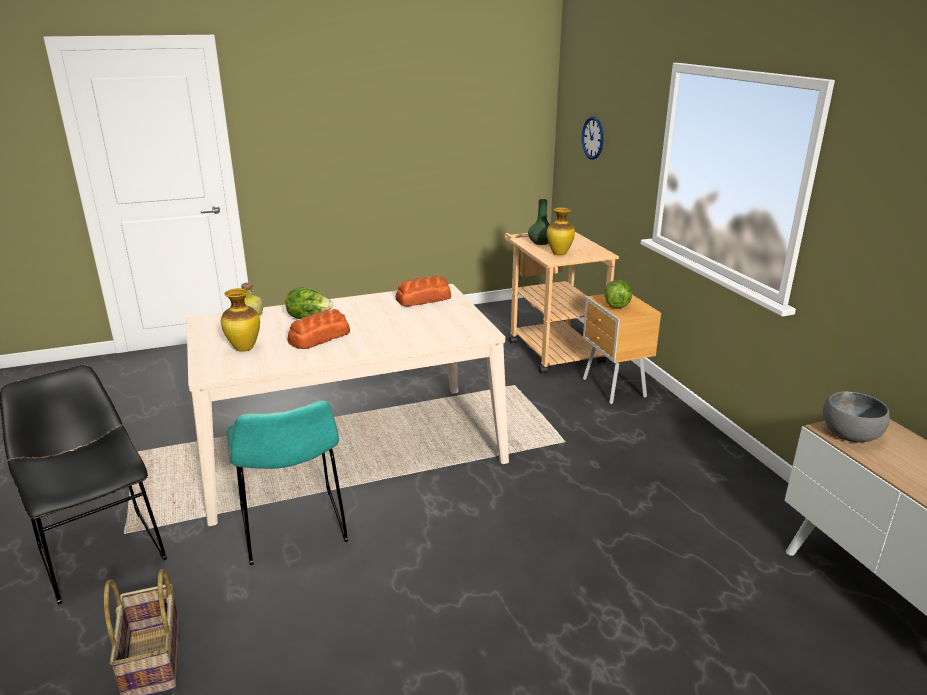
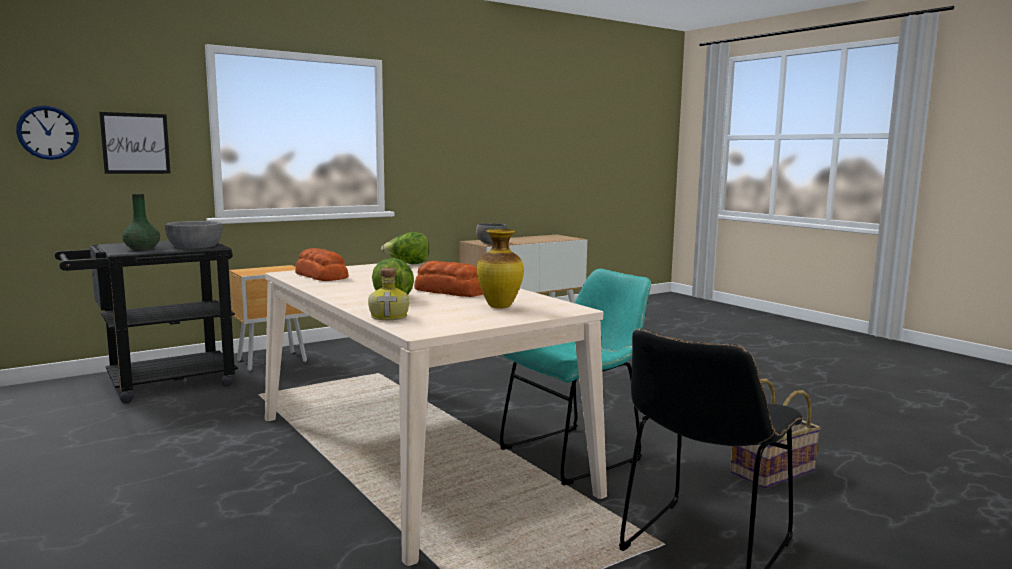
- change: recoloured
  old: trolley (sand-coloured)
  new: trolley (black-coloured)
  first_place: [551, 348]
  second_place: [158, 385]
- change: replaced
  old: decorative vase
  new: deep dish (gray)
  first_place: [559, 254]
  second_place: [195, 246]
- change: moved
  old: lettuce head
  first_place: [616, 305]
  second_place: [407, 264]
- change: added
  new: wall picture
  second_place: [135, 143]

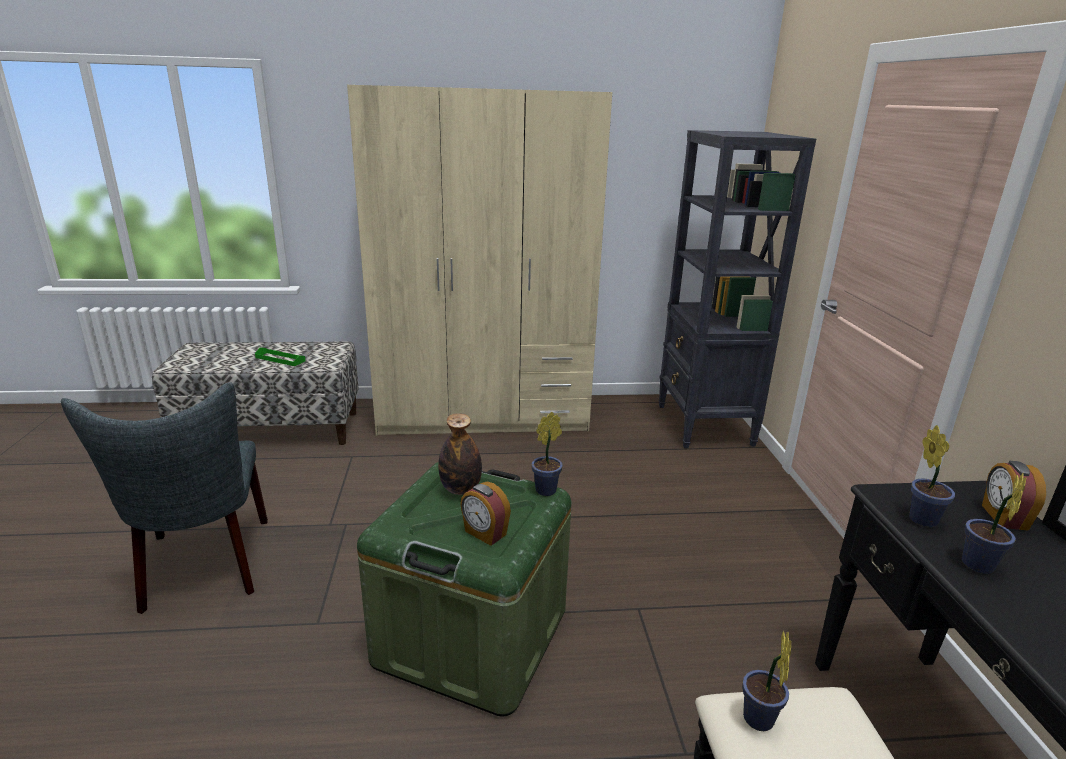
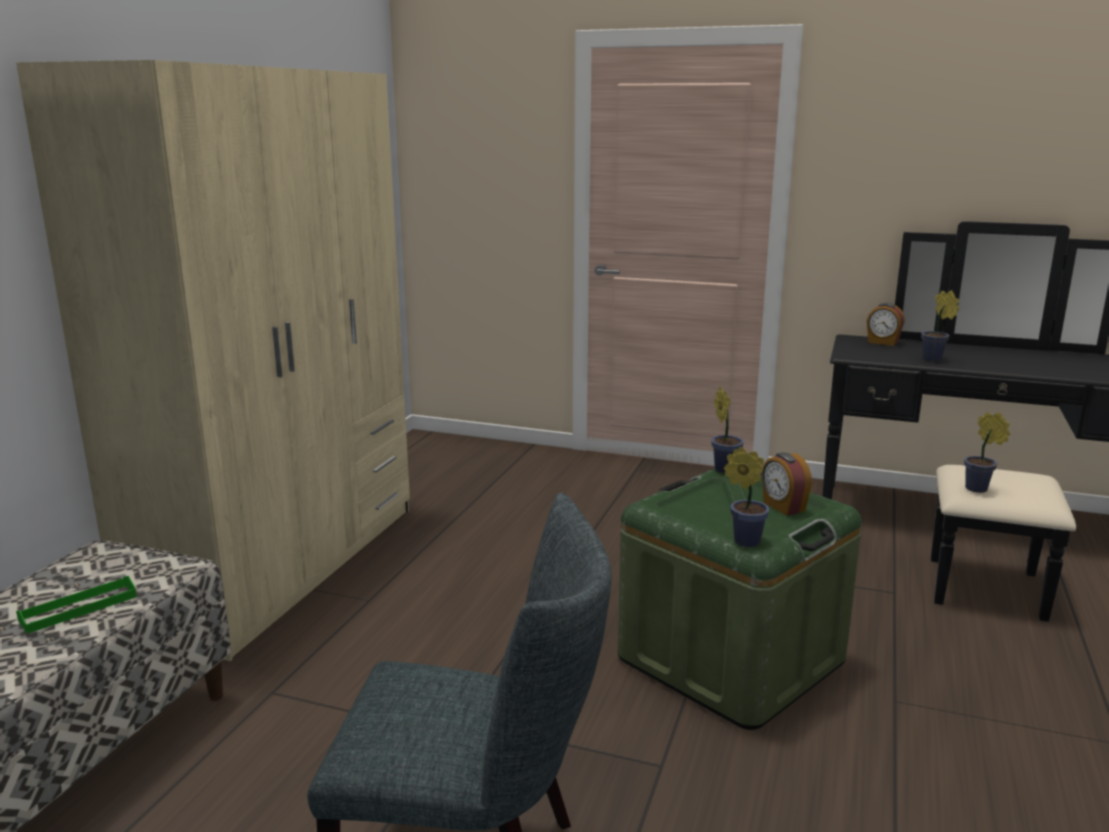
- change: removed
  old: beverage bottle
  first_place: [460, 489]
- change: turned
  old: alarm clock
  first_place: [485, 533]
  second_place: [783, 507]
  degrees: 90
- change: removed
  old: bookshelf (black-coloured)
  first_place: [704, 425]
- change: moved
  old: plant in a pot
  first_place: [921, 518]
  second_place: [743, 541]

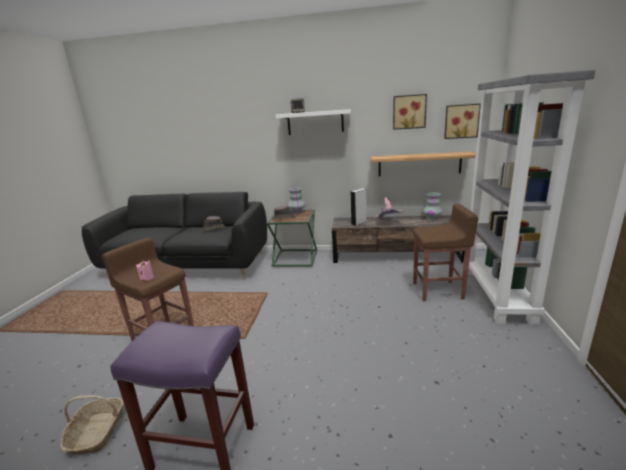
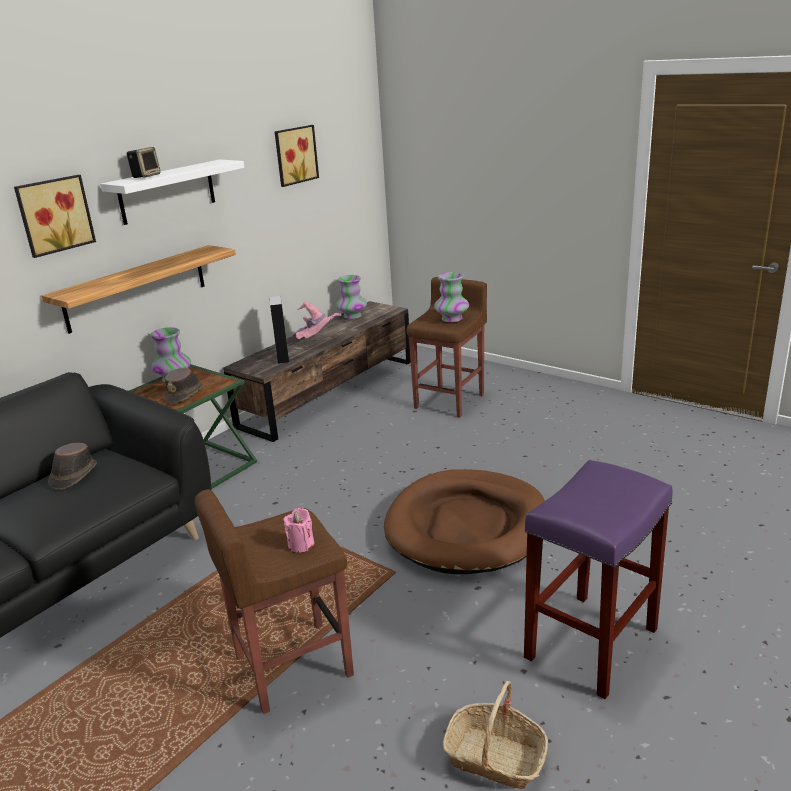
- change: moved
  old: wall shelf
  first_place: [419, 164]
  second_place: [136, 288]
- change: moved
  old: wall picture
  first_place: [461, 121]
  second_place: [54, 215]
- change: removed
  old: bookshelf (gray)
  first_place: [497, 294]
- change: added
  new: pet bed (brown)
  second_place: [467, 526]
- change: added
  new: decorative vase
  second_place: [451, 319]

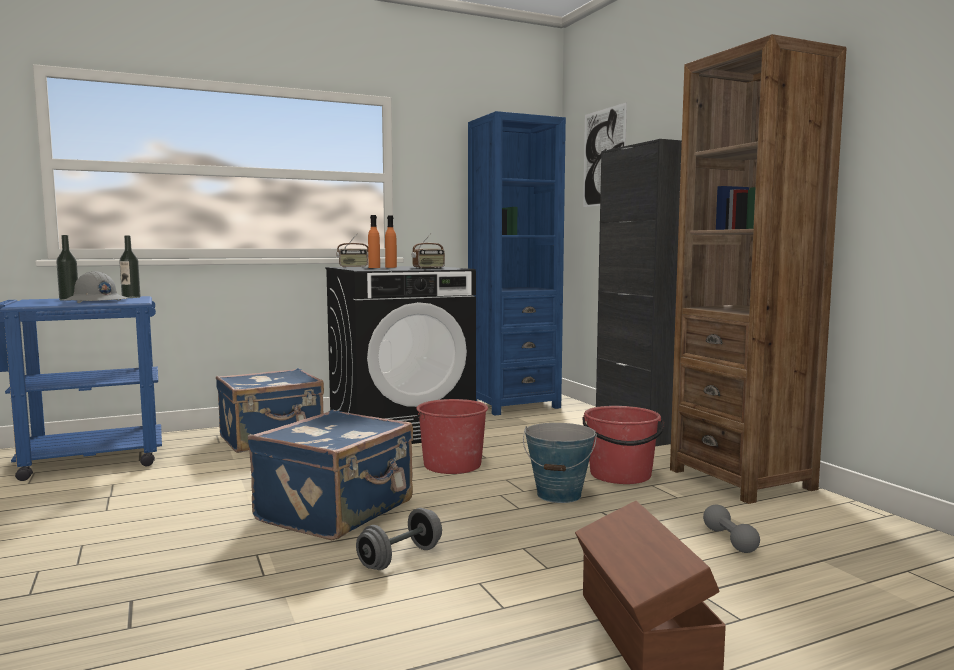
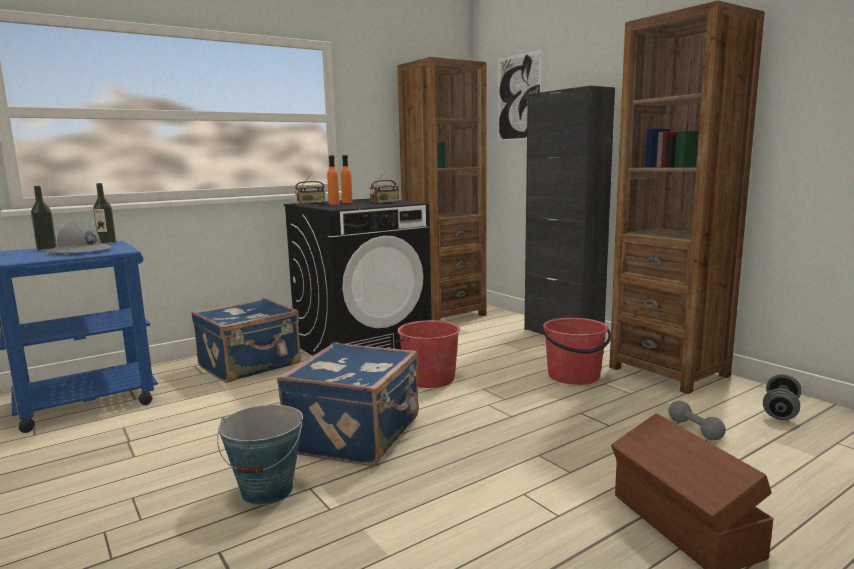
- change: moved
  old: hand weight (gray)
  first_place: [400, 558]
  second_place: [780, 410]
- change: recoloured
  old: bookshelf (blue-coloured)
  new: bookshelf (brown)
  first_place: [513, 405]
  second_place: [445, 315]
- change: moved
  old: bucket
  first_place: [559, 495]
  second_place: [267, 490]

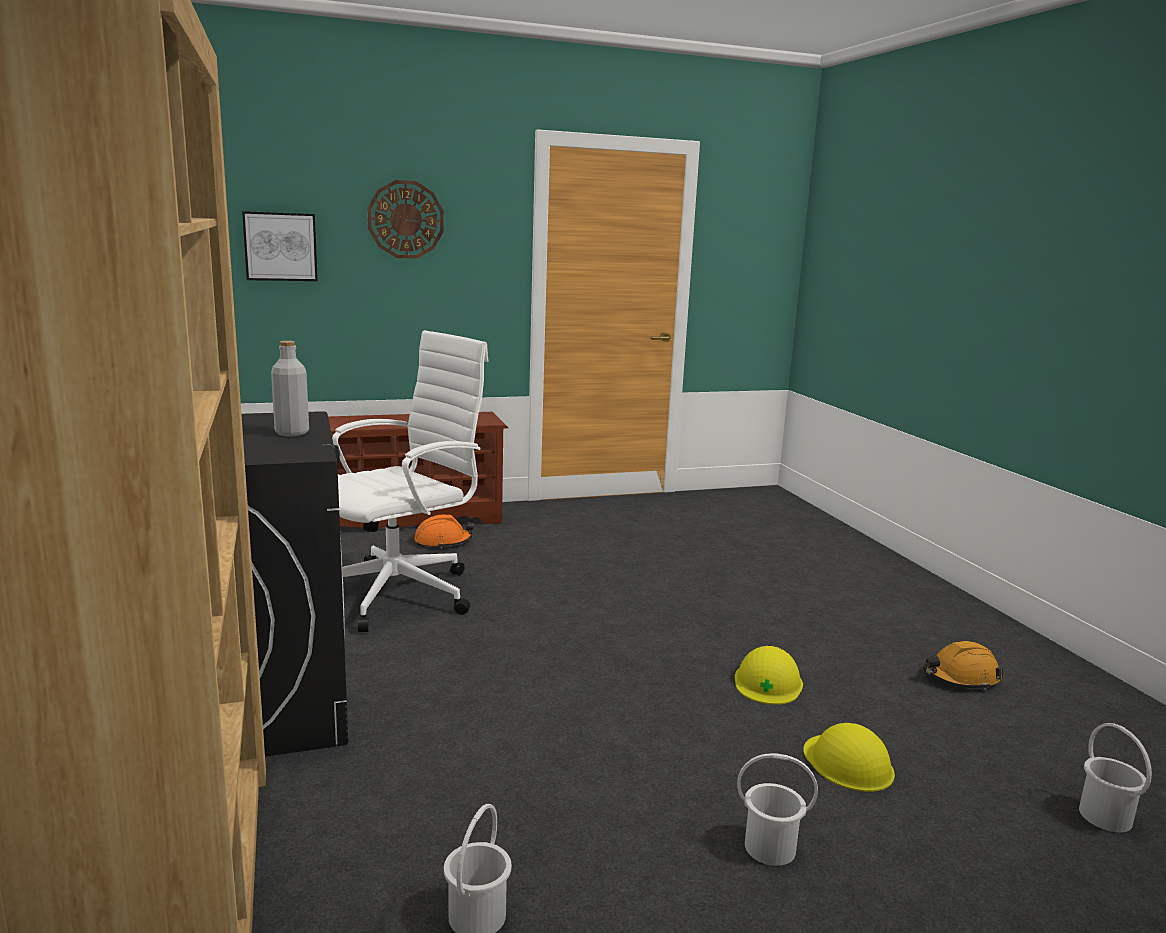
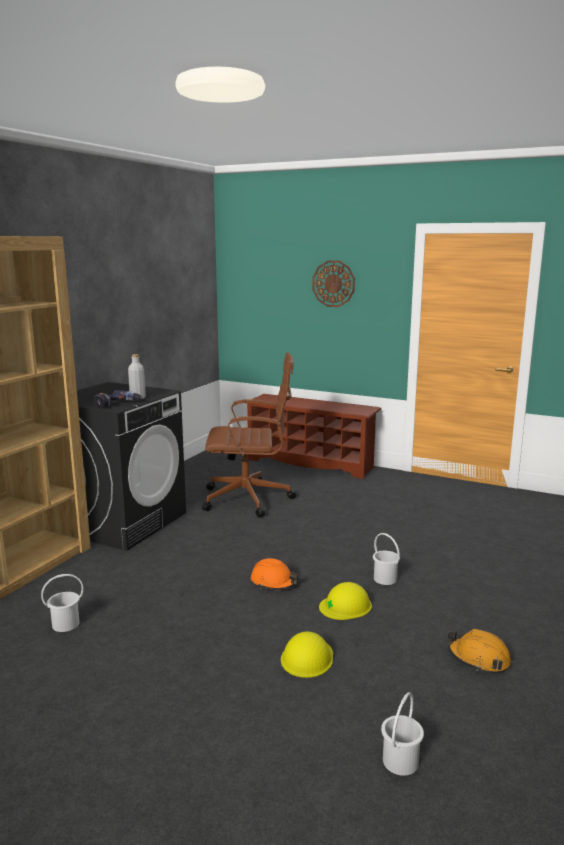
- change: removed
  old: wall picture
  first_place: [280, 246]
- change: recoloured
  old: desk chair (white)
  new: desk chair (brown)
  first_place: [400, 593]
  second_place: [250, 499]
- change: moved
  old: work helmet (orange)
  first_place: [443, 542]
  second_place: [274, 582]
- change: moved
  old: bucket (white)
  first_place: [769, 847]
  second_place: [385, 578]
- change: added
  new: electric drill
  second_place: [117, 405]

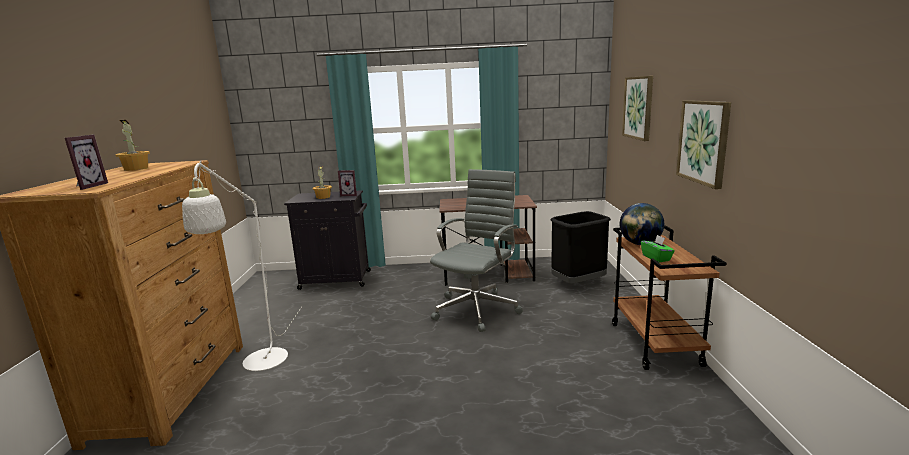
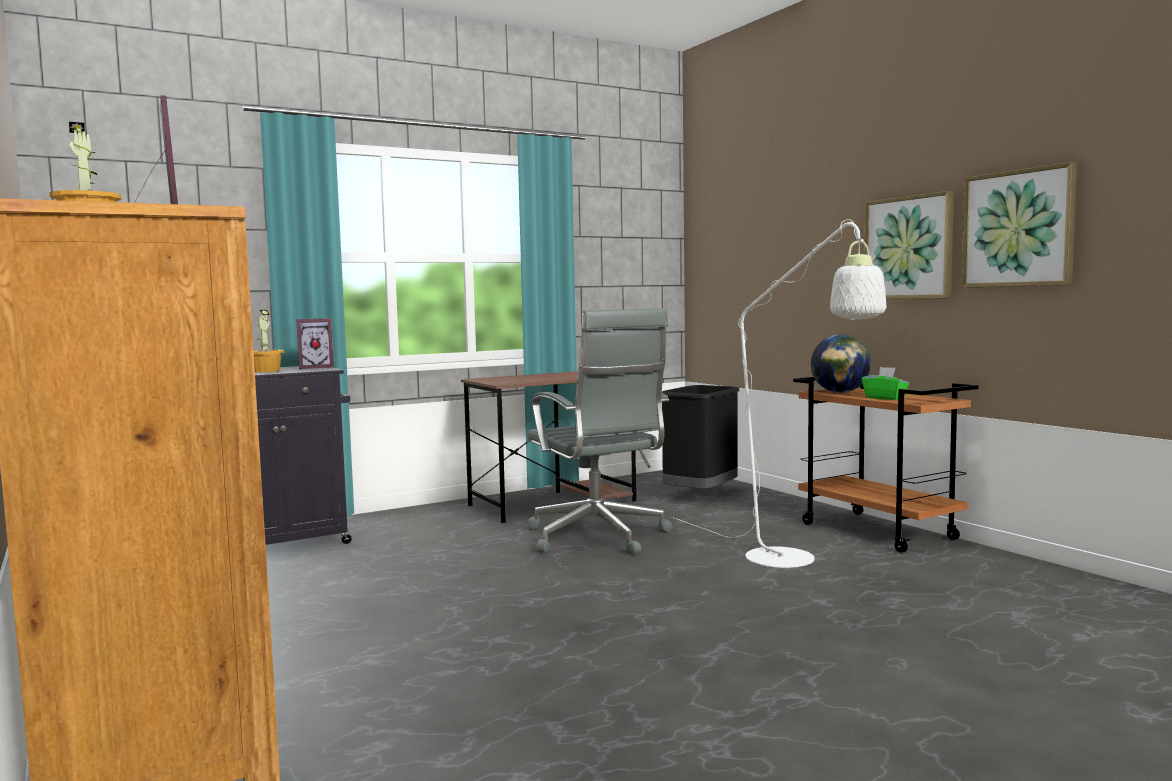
- change: moved
  old: standing lamp (white)
  first_place: [261, 365]
  second_place: [793, 561]
- change: turned
  old: desk chair (gray)
  first_place: [478, 309]
  second_place: [598, 537]
  degrees: 150
- change: moved
  old: wall picture
  first_place: [638, 107]
  second_place: [1018, 228]

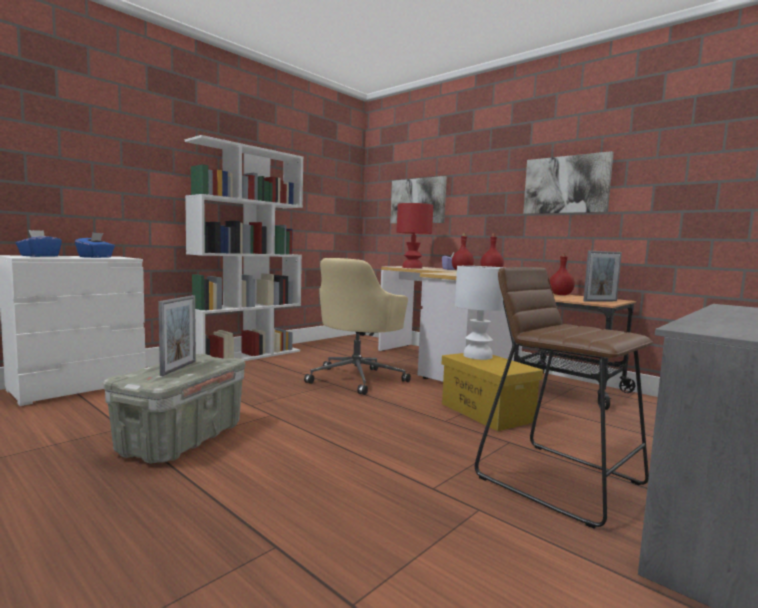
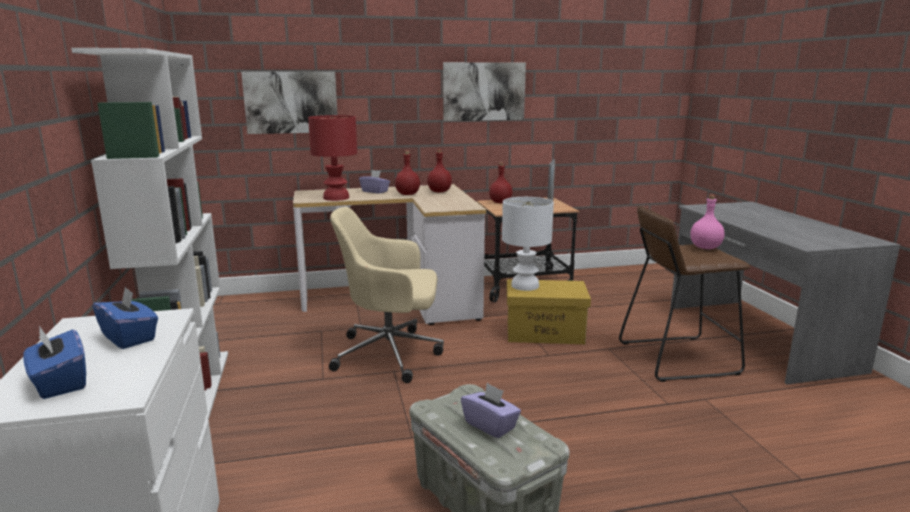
- change: replaced
  old: picture frame
  new: box of tissues (purplish)
  first_place: [179, 368]
  second_place: [490, 425]
- change: turned
  old: desk chair (sand-coloured)
  first_place: [357, 378]
  second_place: [391, 354]
  degrees: 120
- change: added
  new: beverage bottle (pink)
  second_place: [705, 247]

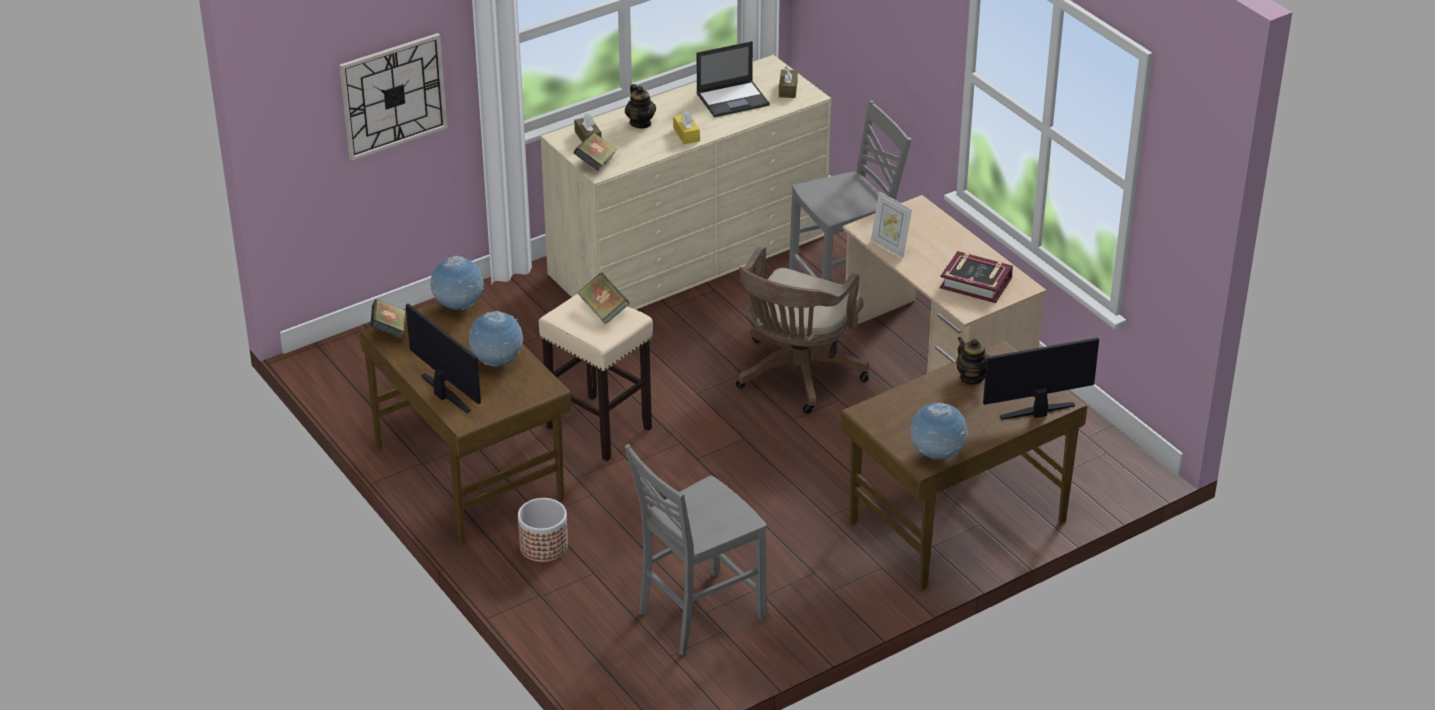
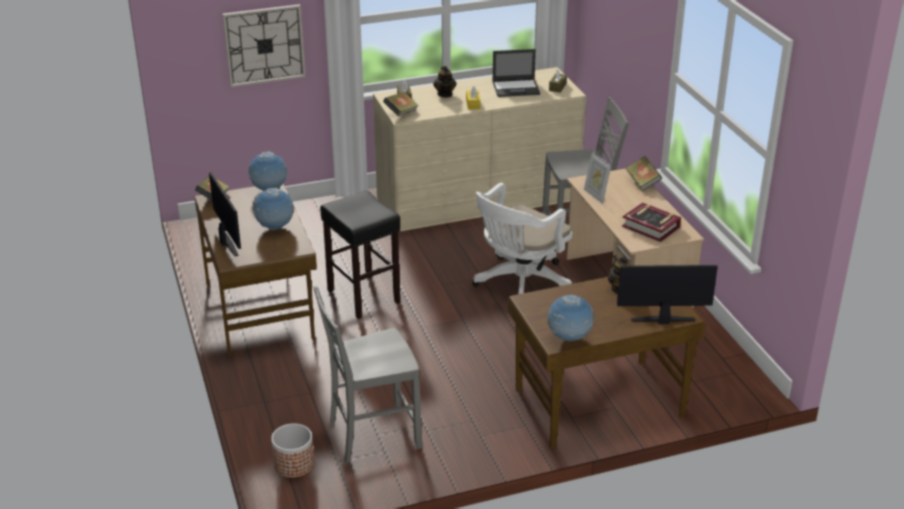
- change: moved
  old: flower pot
  first_place: [544, 546]
  second_place: [294, 464]
- change: recoloured
  old: stool (sand-coloured)
  new: stool (black-coloured)
  first_place: [600, 428]
  second_place: [364, 297]
- change: moved
  old: volume
  first_place: [603, 310]
  second_place: [642, 183]
- change: recoloured
  old: desk chair (brown)
  new: desk chair (white)
  first_place: [796, 376]
  second_place: [519, 285]

